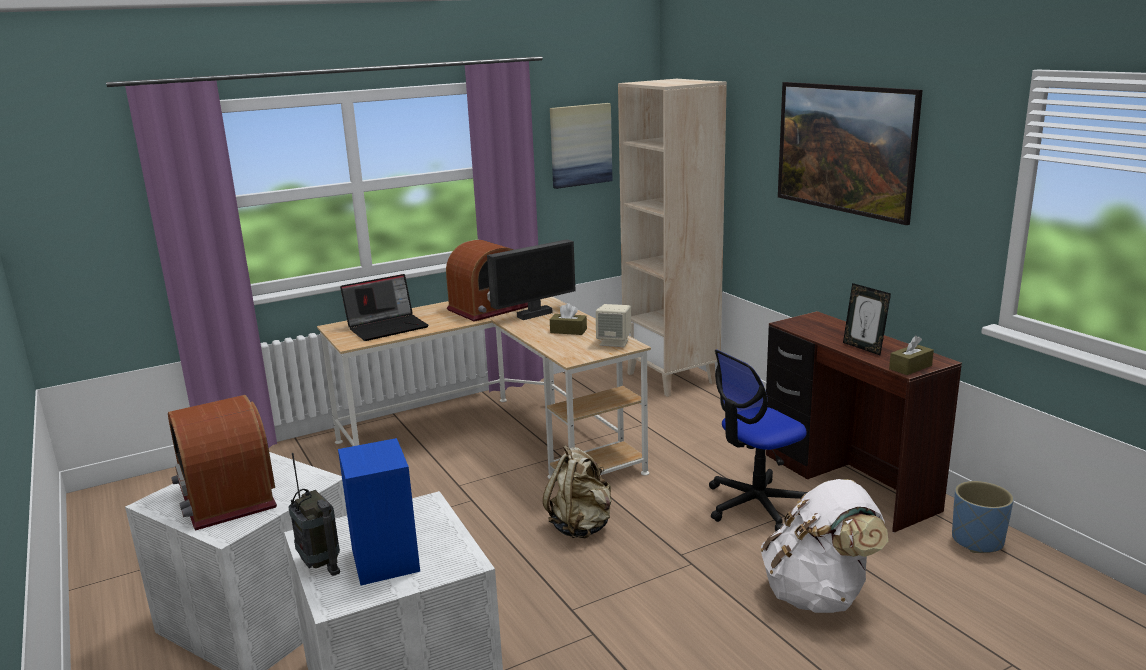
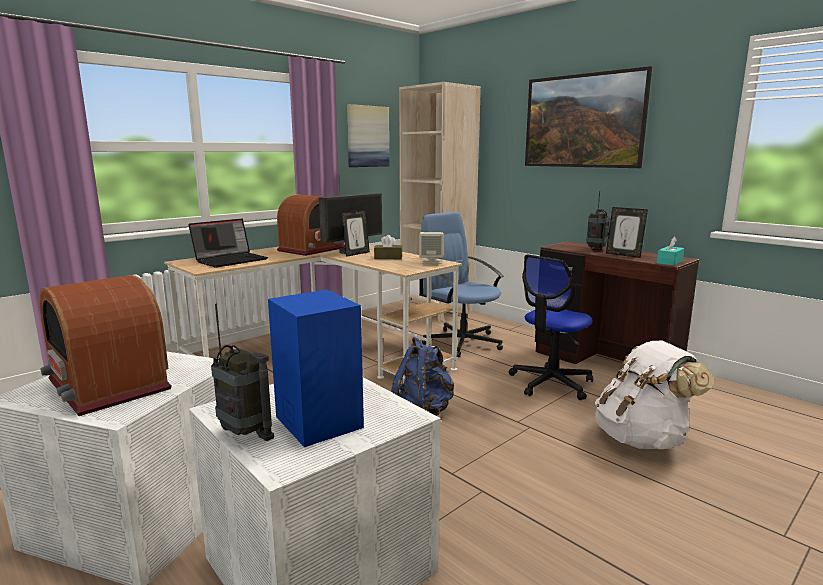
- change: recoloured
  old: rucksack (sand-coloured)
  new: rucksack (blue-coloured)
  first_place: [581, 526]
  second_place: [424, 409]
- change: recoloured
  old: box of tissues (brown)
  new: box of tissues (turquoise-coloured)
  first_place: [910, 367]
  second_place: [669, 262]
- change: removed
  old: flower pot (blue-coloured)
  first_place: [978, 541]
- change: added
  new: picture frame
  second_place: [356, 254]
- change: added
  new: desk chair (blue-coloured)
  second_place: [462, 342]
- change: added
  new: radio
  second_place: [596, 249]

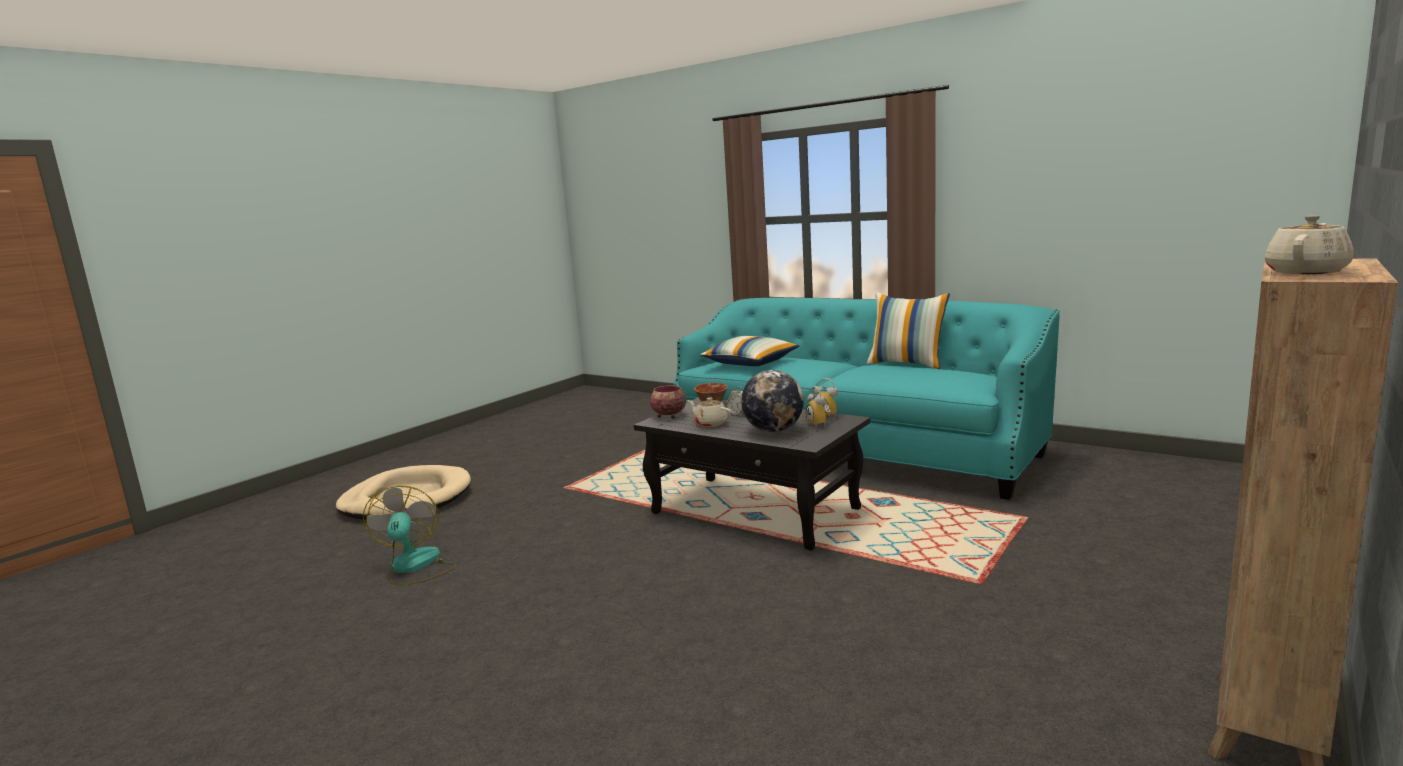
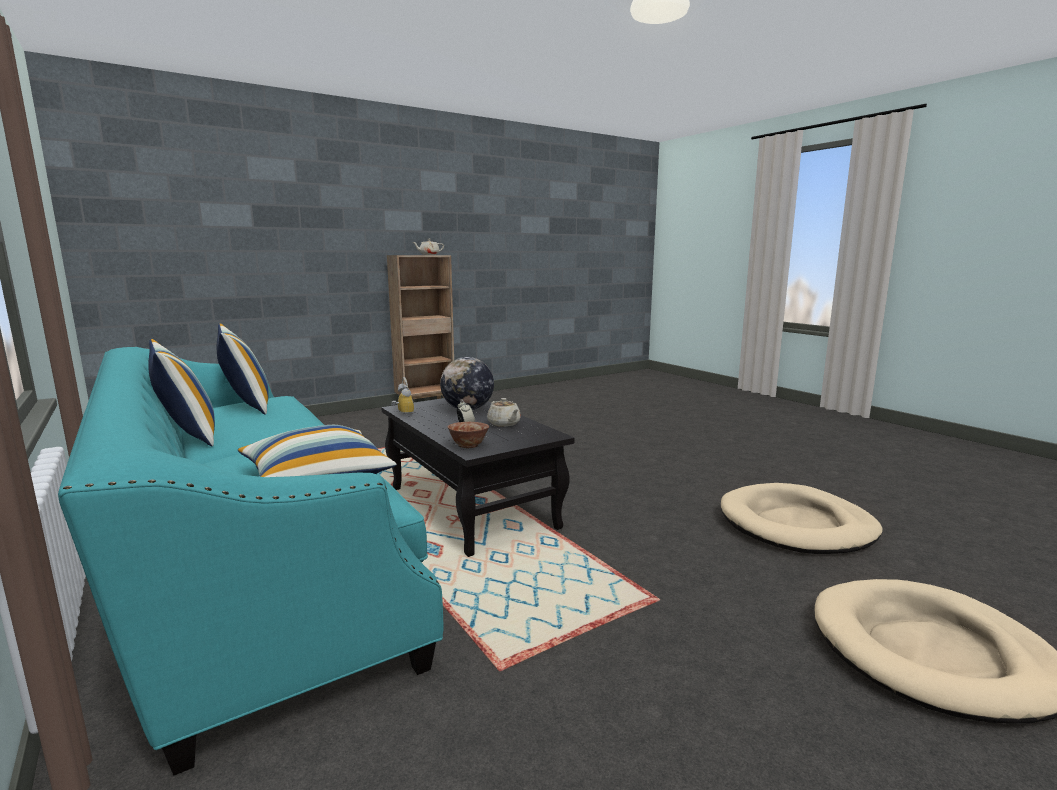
- change: replaced
  old: cooling fan
  new: pet bed (sand-coloured)
  first_place: [414, 567]
  second_place: [796, 525]
- change: removed
  old: deep dish
  first_place: [668, 415]
- change: removed
  old: alarm clock
  first_place: [820, 424]
- change: added
  new: throw pillow
  second_place: [246, 406]

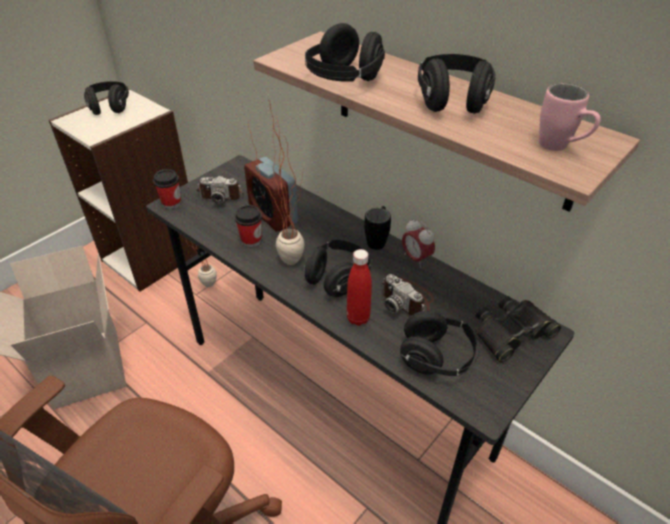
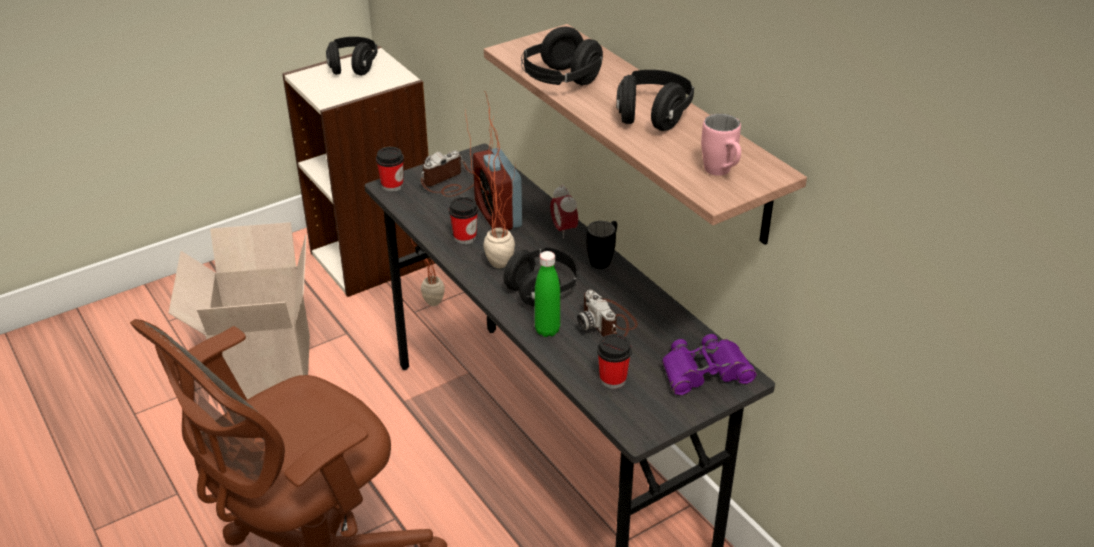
- change: turned
  old: photo camera
  first_place: [221, 193]
  second_place: [449, 183]
  degrees: 120
- change: recoloured
  old: beverage bottle (reddish)
  new: beverage bottle (green-coloured)
  first_place: [358, 318]
  second_place: [547, 330]
- change: replaced
  old: headphones (black-coloured)
  new: small cup
  first_place: [437, 358]
  second_place: [613, 379]
- change: moved
  old: alarm clock
  first_place: [416, 258]
  second_place: [564, 230]
- change: recoloured
  old: field glasses (black-coloured)
  new: field glasses (purplish)
  first_place: [511, 333]
  second_place: [705, 372]

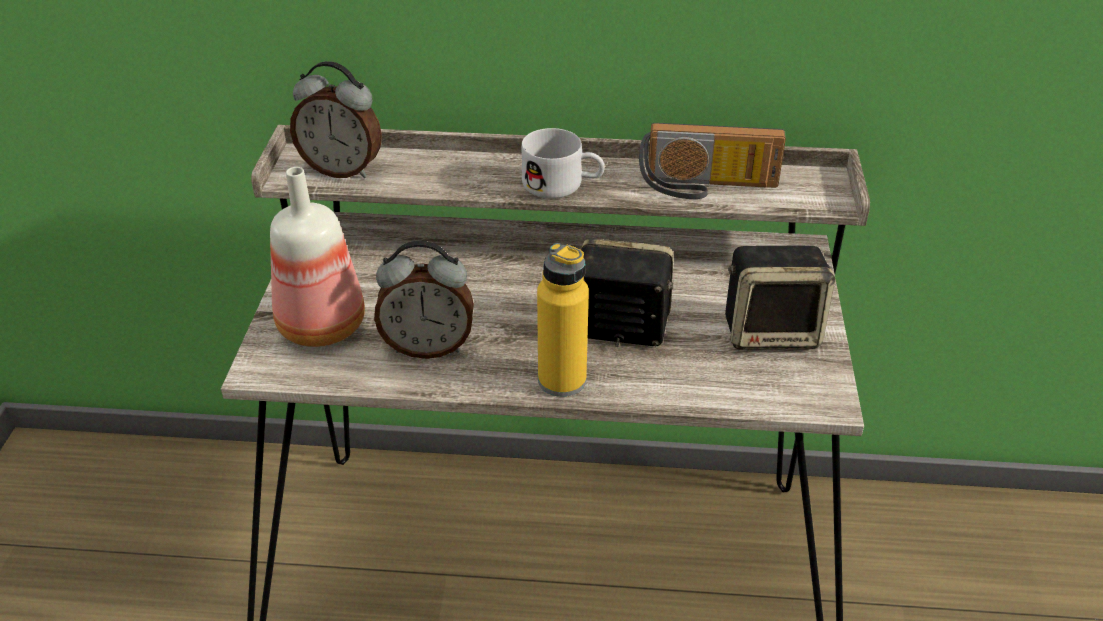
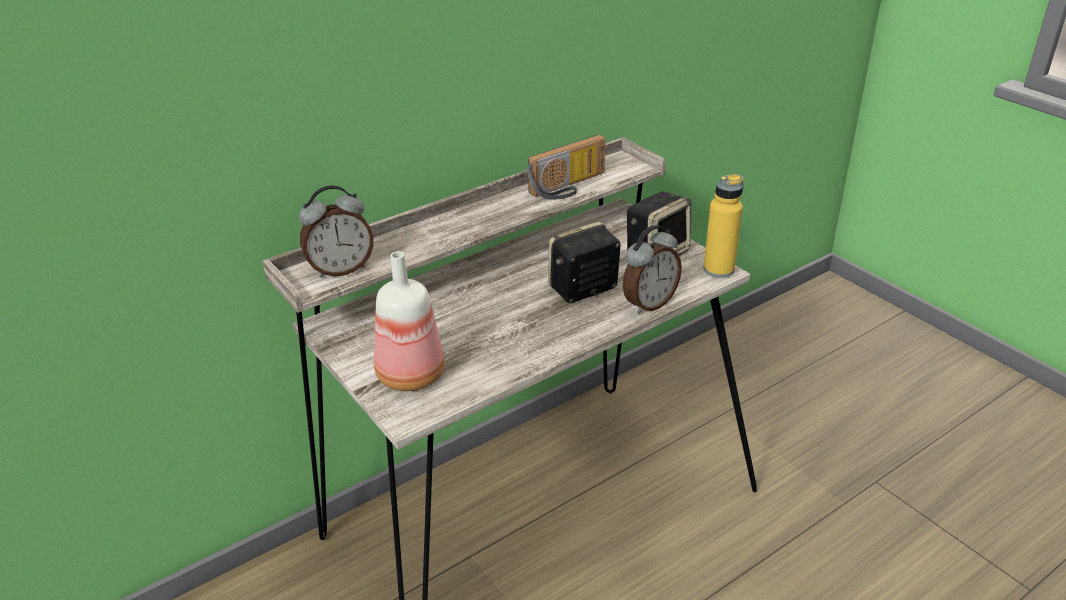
- change: moved
  old: alarm clock
  first_place: [428, 346]
  second_place: [648, 303]
- change: removed
  old: tea mug (white)
  first_place: [562, 185]
- change: moved
  old: beverage bottle (yellow-coloured)
  first_place: [562, 380]
  second_place: [718, 269]

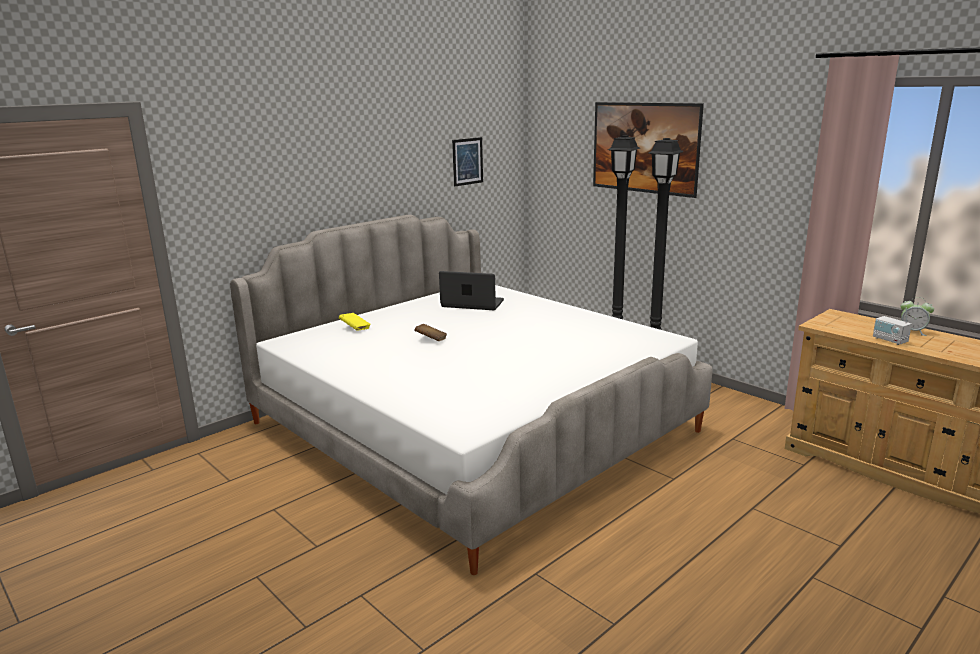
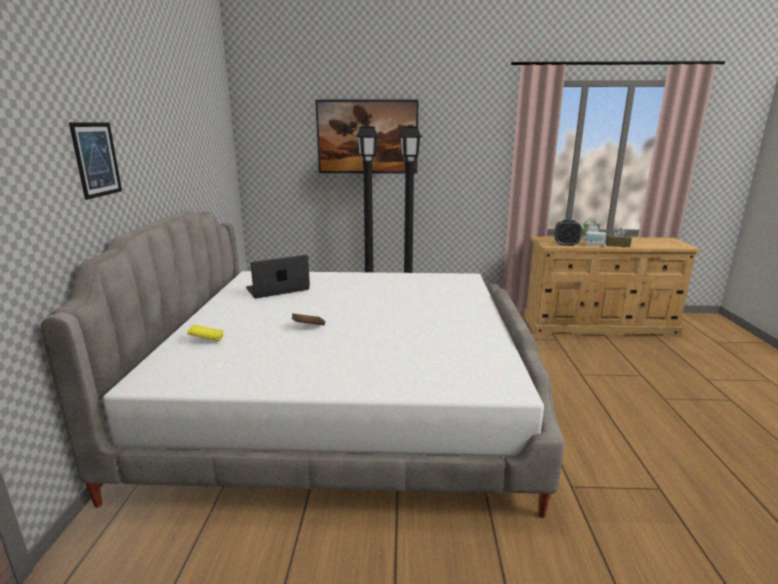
- change: moved
  old: wall picture
  first_place: [467, 161]
  second_place: [96, 159]
- change: added
  new: alarm clock
  second_place: [566, 244]
- change: added
  new: box of tissues (brown)
  second_place: [617, 245]

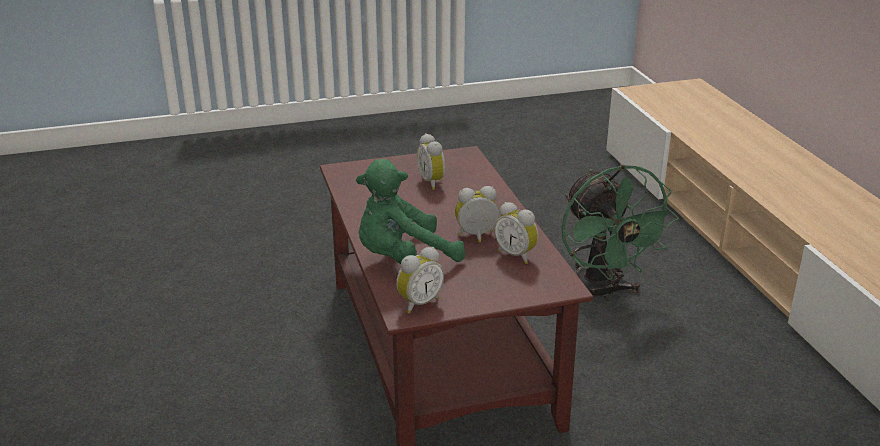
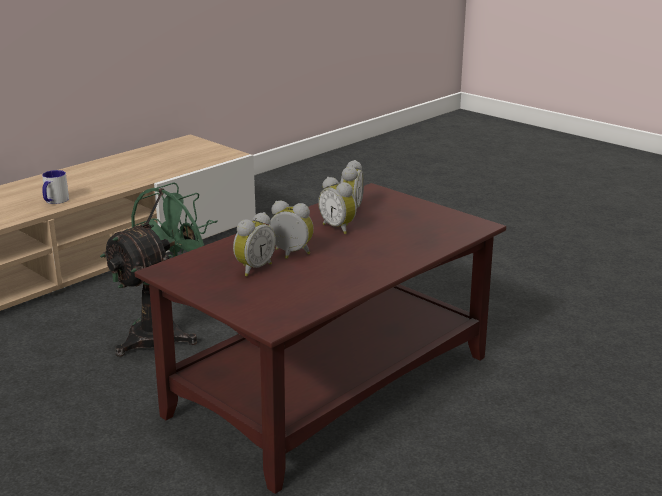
- change: removed
  old: cuddly toy (green-coloured)
  first_place: [403, 258]
- change: moved
  old: alarm clock
  first_place: [418, 303]
  second_place: [290, 254]
- change: added
  new: tea mug
  second_place: [54, 201]

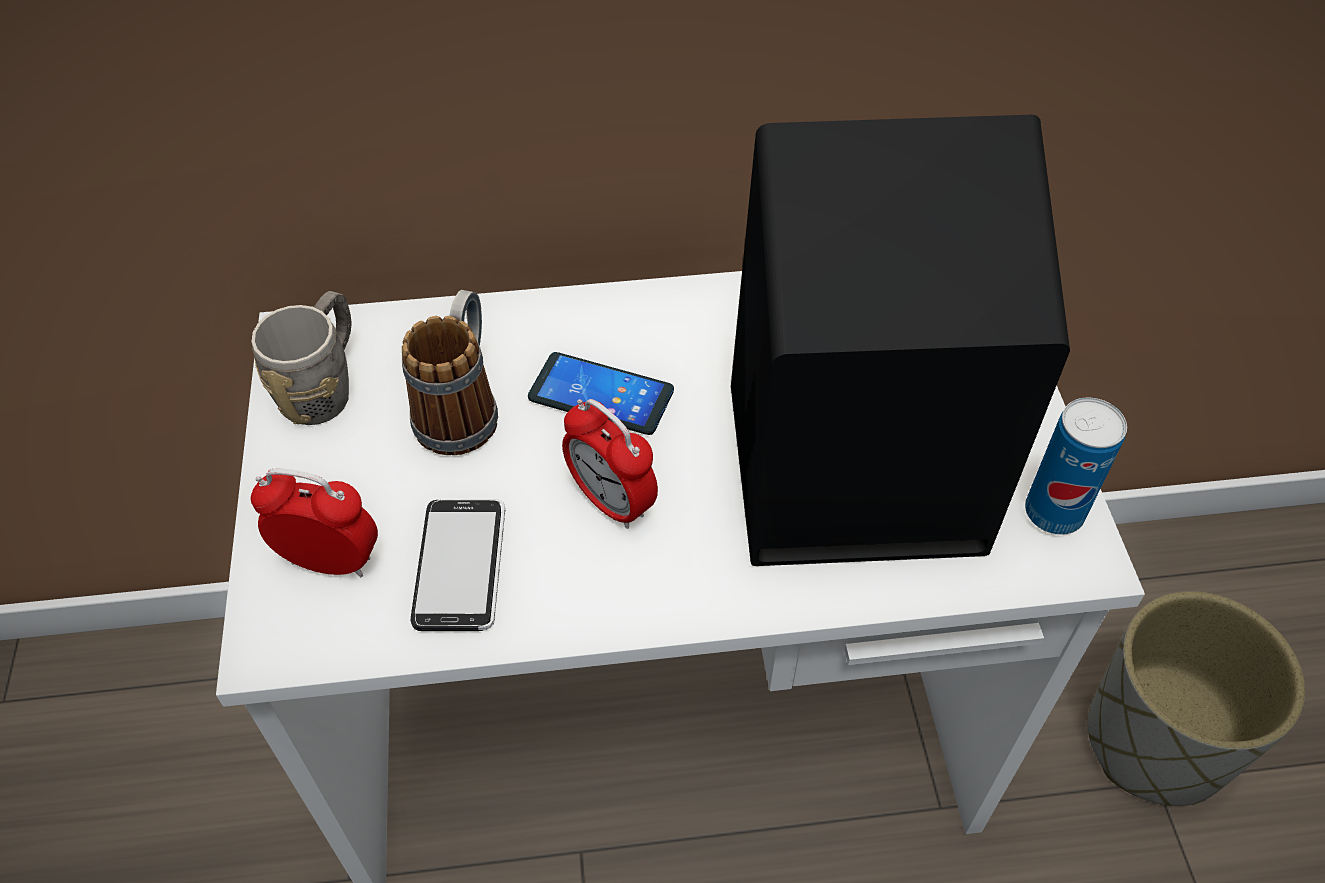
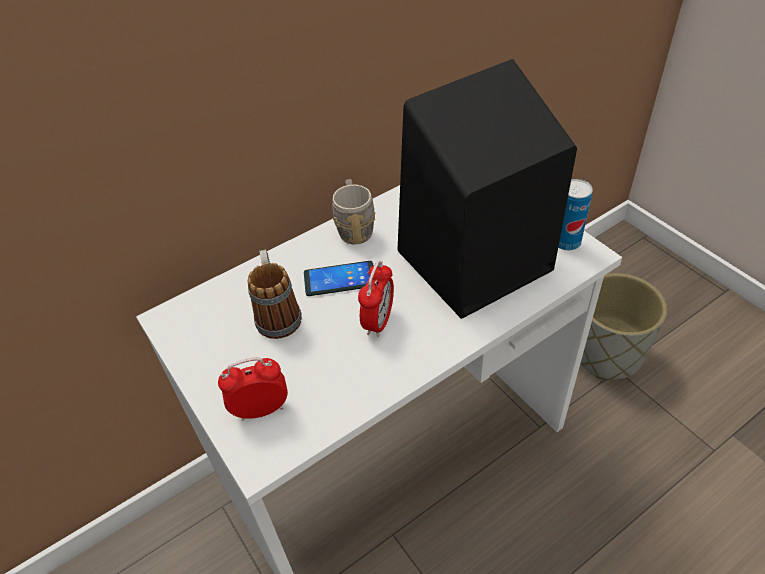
- change: moved
  old: tea mug (gray)
  first_place: [324, 387]
  second_place: [355, 227]
- change: removed
  old: phone
  first_place: [460, 566]
- change: turned
  old: alarm clock
  first_place: [611, 502]
  second_place: [378, 321]
  degrees: -90

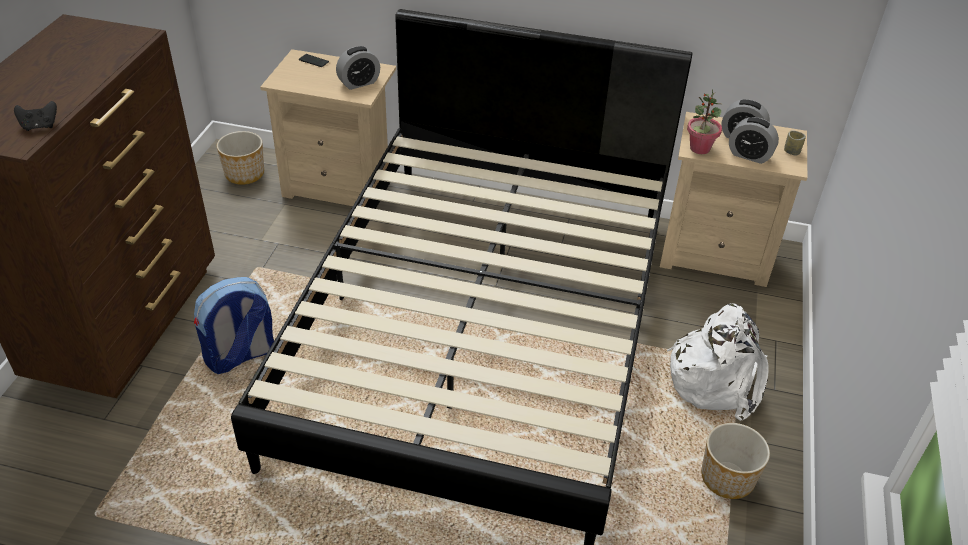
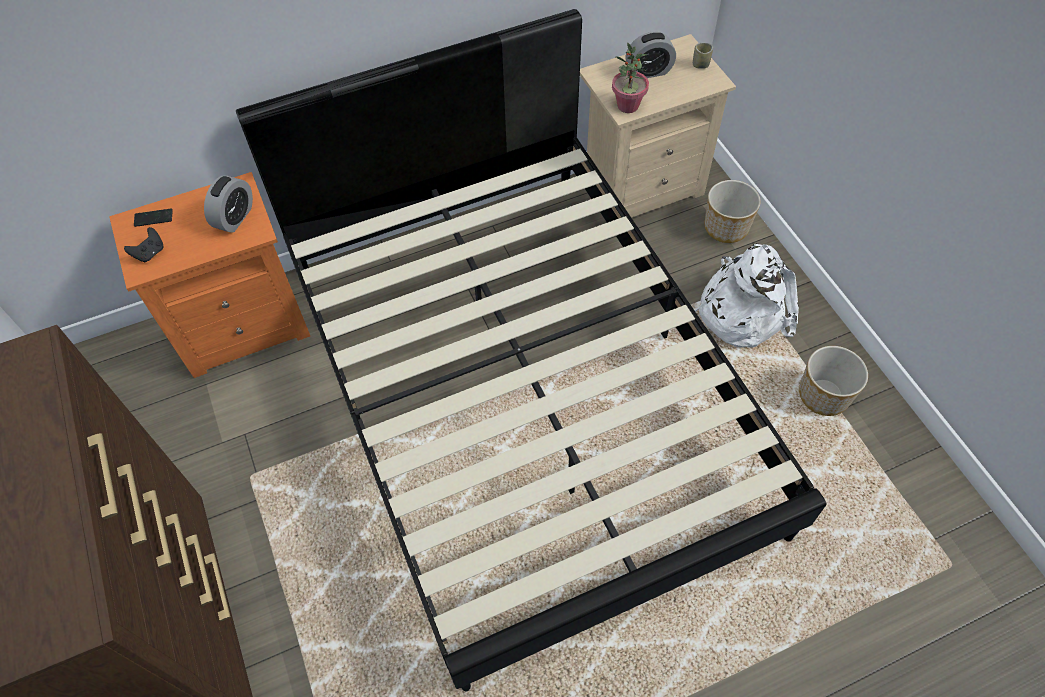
- change: moved
  old: gamepad (black-coloured)
  first_place: [40, 126]
  second_place: [150, 253]
- change: removed
  old: rucksack
  first_place: [240, 356]
- change: moved
  old: flower pot
  first_place: [245, 174]
  second_place: [726, 227]
- change: recoloured
  old: nightstand (sand-coloured)
  new: nightstand (orange)
  first_place: [341, 186]
  second_place: [244, 326]
- change: removed
  old: alarm clock
  first_place: [749, 155]

